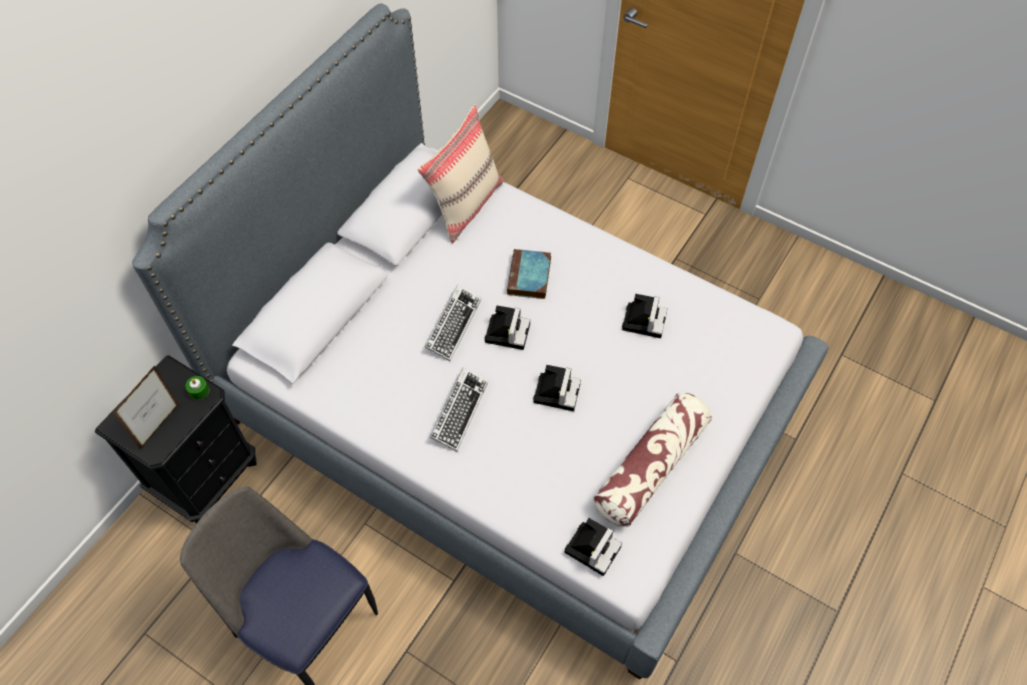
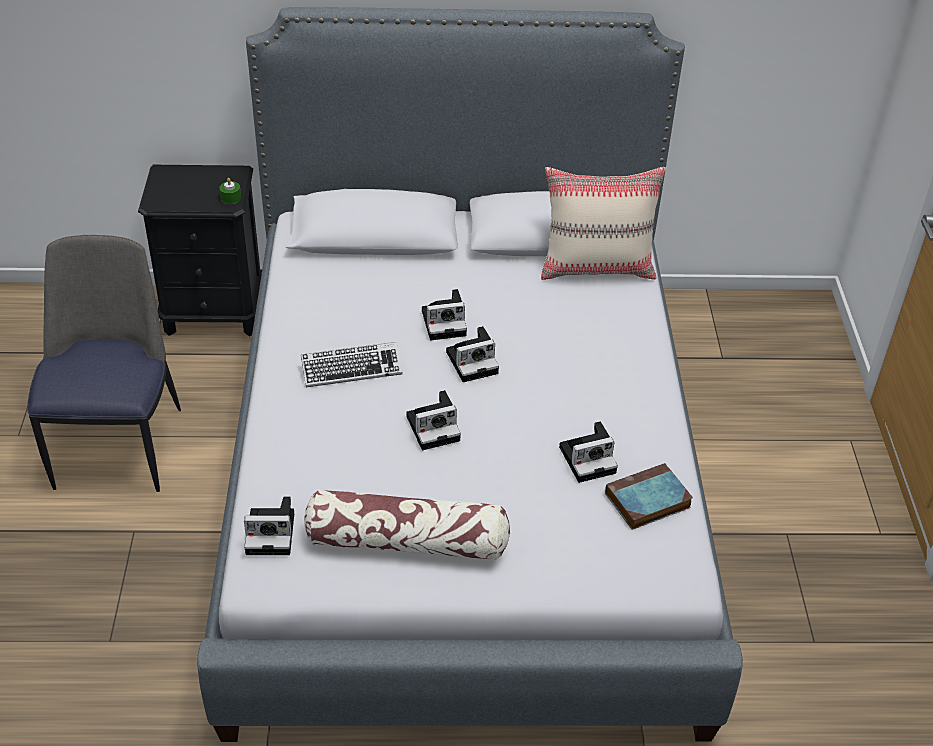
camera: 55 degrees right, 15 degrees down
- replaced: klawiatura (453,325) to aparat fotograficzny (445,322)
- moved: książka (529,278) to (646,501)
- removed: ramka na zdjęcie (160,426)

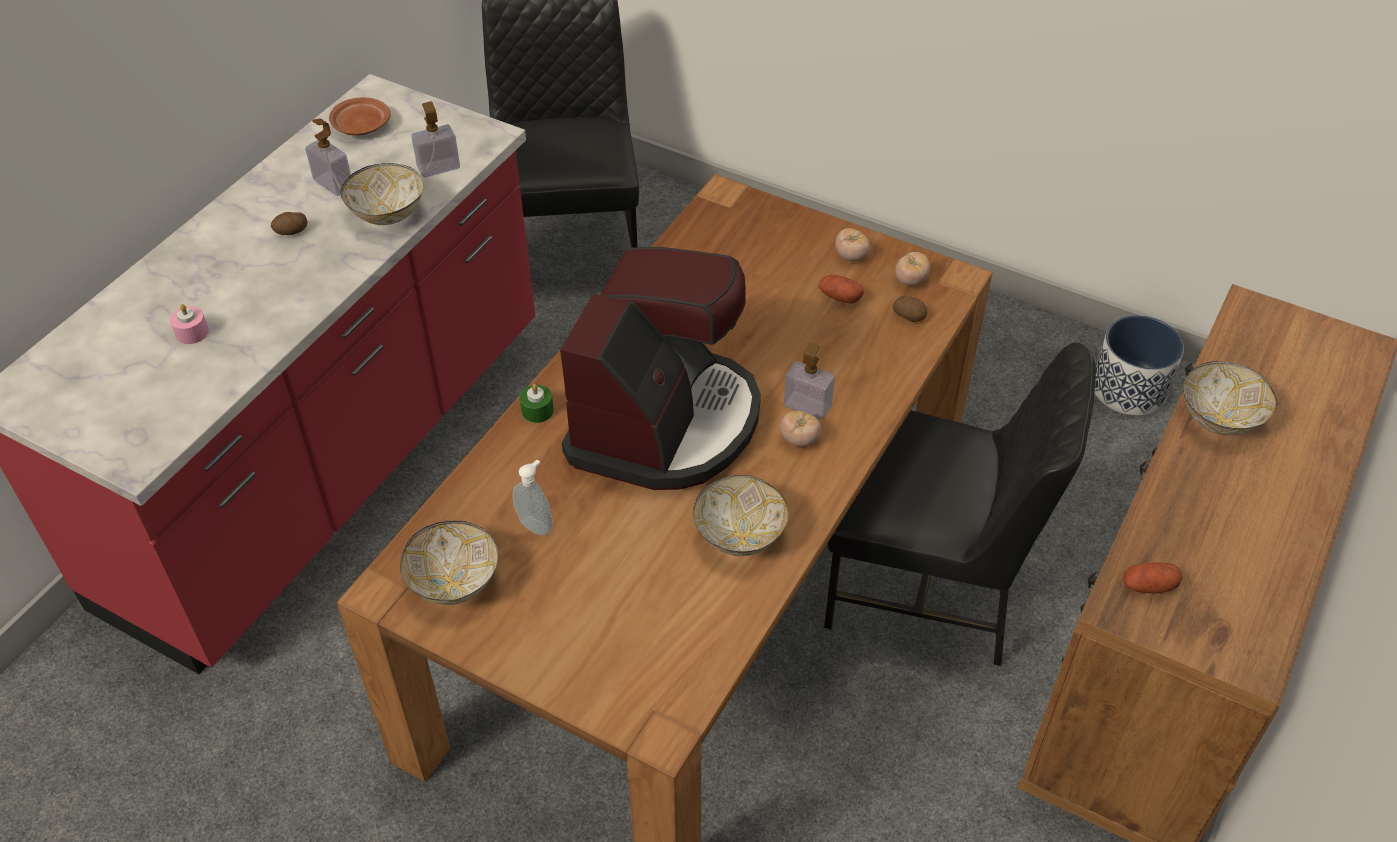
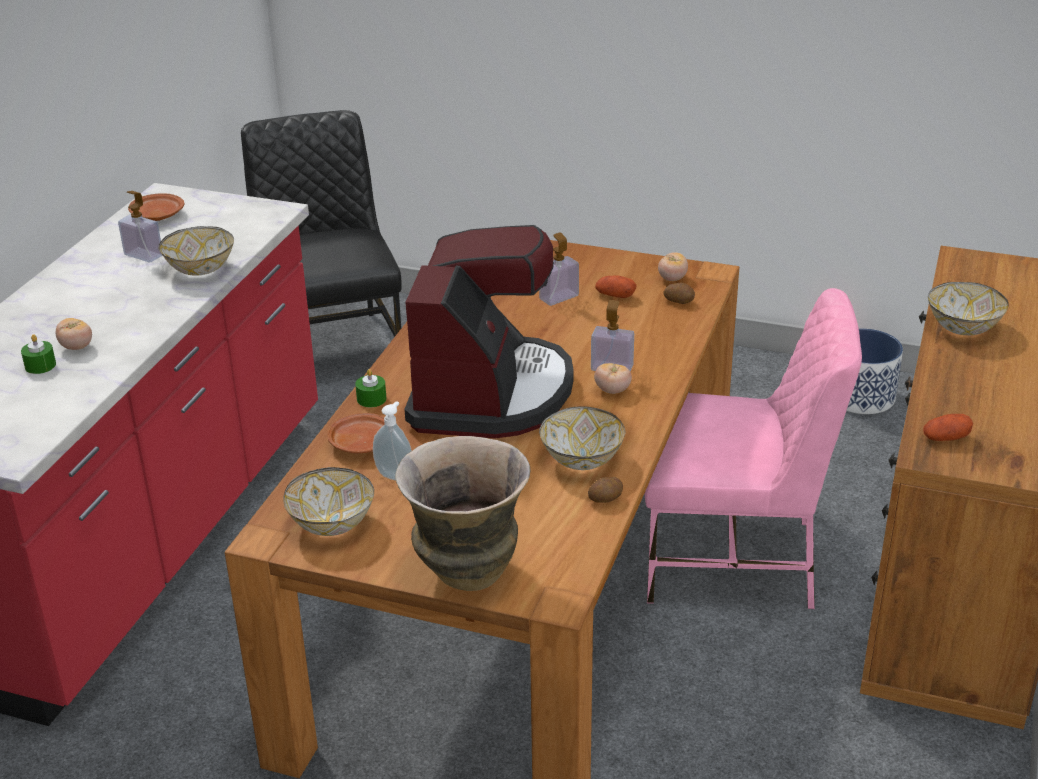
camera: 10 degrees left, 15 degrees down
- recoloured: świeca [różowy] (192,332) to świeca [zielony] (40,365)
- moved: pomidor (851,256) to (76,347)
- added: talerz [brązowy] (361,443)
- added: wazon (466,571)
- moved: dozownik mydła (438,167) to (559,297)
- moved: ziemniak (291,232) to (606,499)
- recoloured: krzesło [czarny] (931,586) to krzesło [różowy] (734,559)

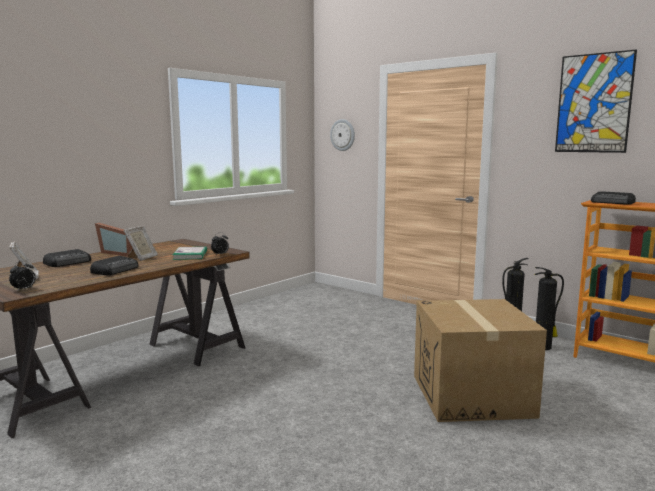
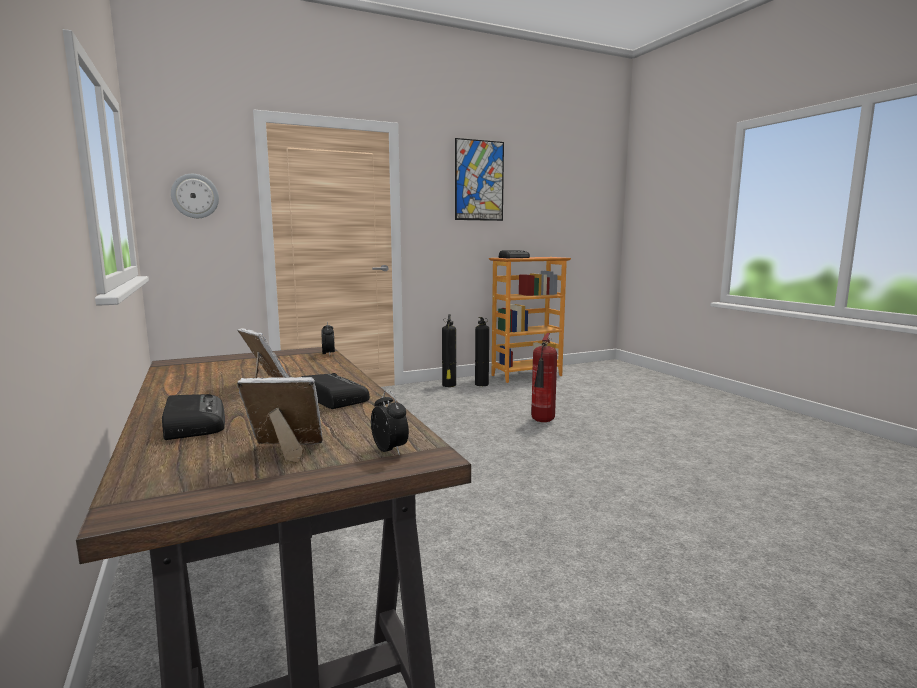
camera: 65 degrees left, 0 degrees up
- replaced: karton (472,396) to gaśnica (542,422)
- removed: ramka na zdjęcie (119,253)
- removed: książka (190,255)

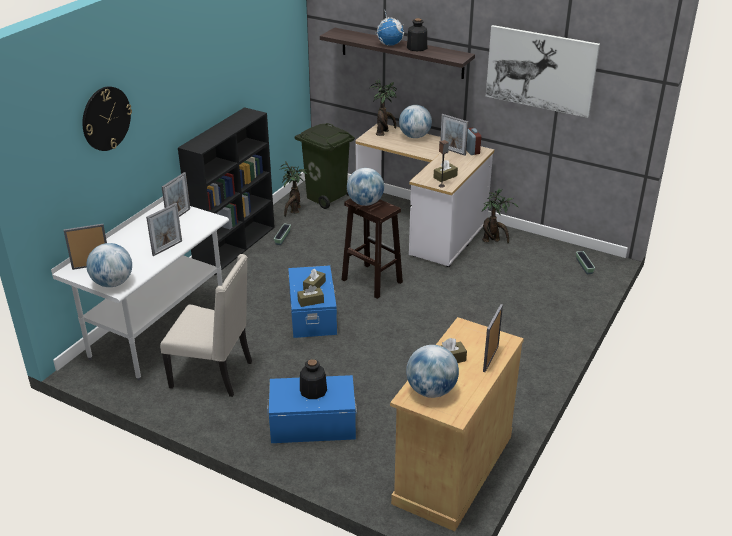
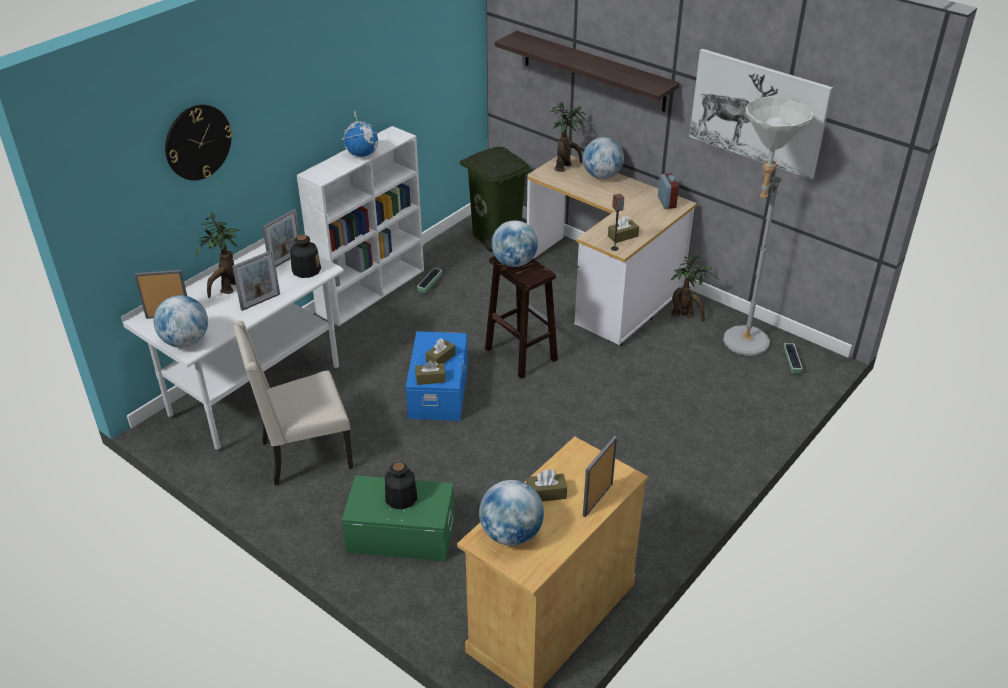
camera: 10 degrees right, 5 degrees up
- moved: roślina doniczkowa (294,211) to (227,289)
- turned: krzesło [beżowy] (214,374) = (304,455) 135 degrees clockwise
- moved: butelka (416,48) to (306,270)
- recoloured: regał [czarny] (235,246) to regał [biały] (372,290)
- moved: globus (390,44) to (362,154)
- recoloured: pojemnik do przechowywania [niebieski] (312,422) to pojemnik do przechowywania [zielony] (401,532)
- added: lampa stojąca [szary] (739,346)
- removed: ramka na zdjęcie (452,151)

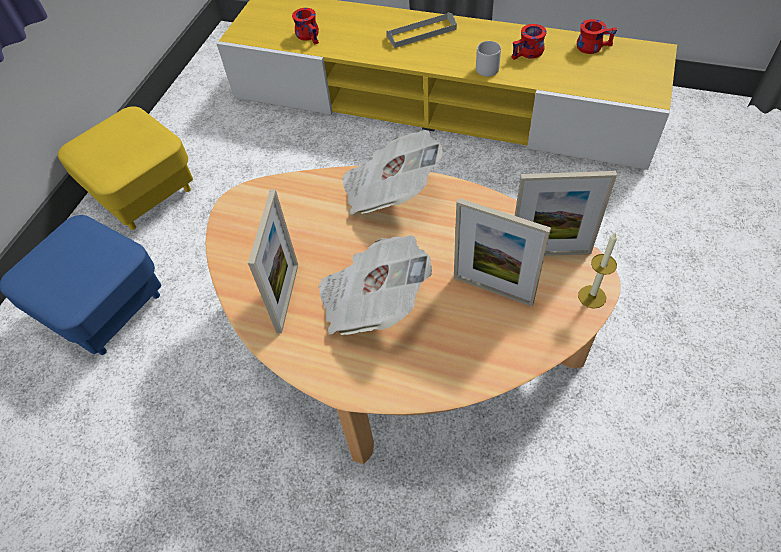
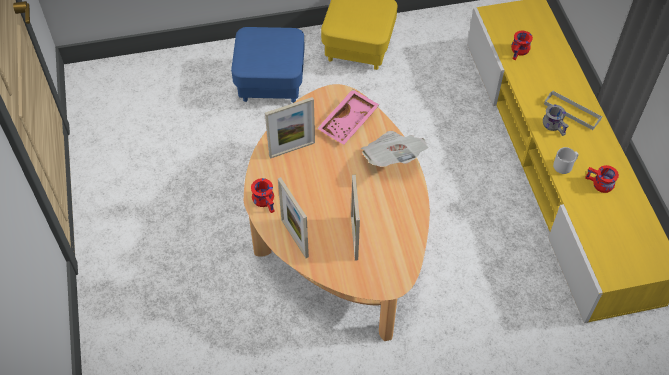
camera: 55 degrees right, 0 degrees up
- moved: kubek [czerwony] (592,45) to (266,200)
- moved: ramka na zdjęcie (549,253) to (294,238)
- added: taca [różowy] (349,122)
- added: kubek [szary] (555,125)
- removed: gazeta (372,301)
- removed: świeca (592,296)

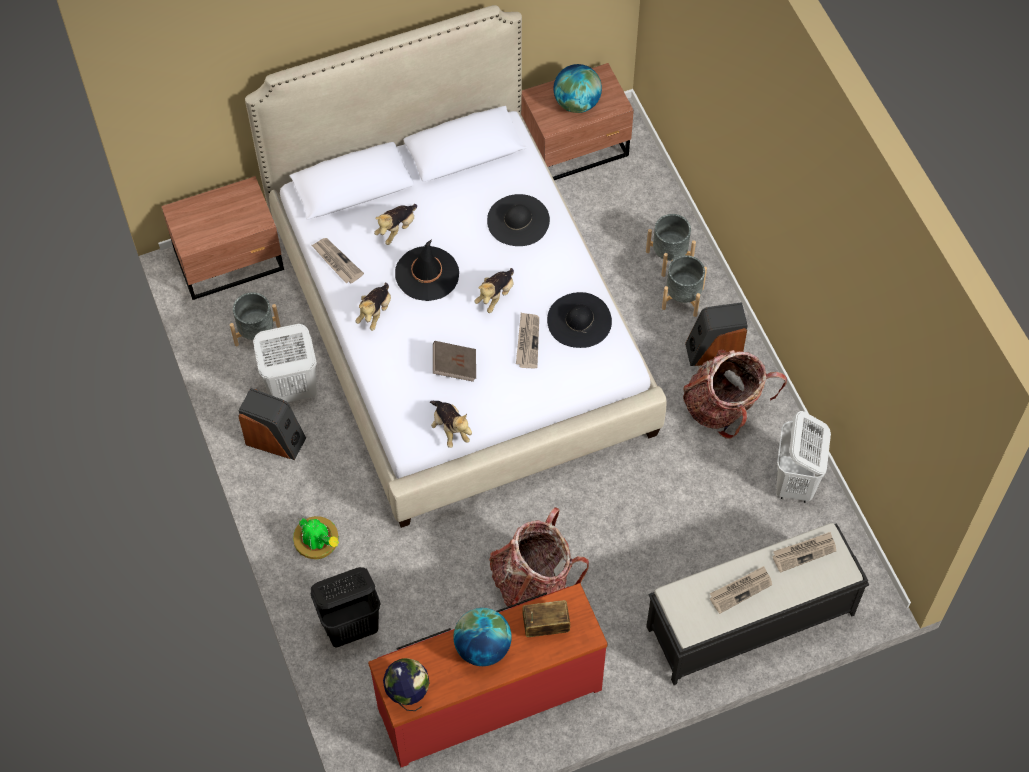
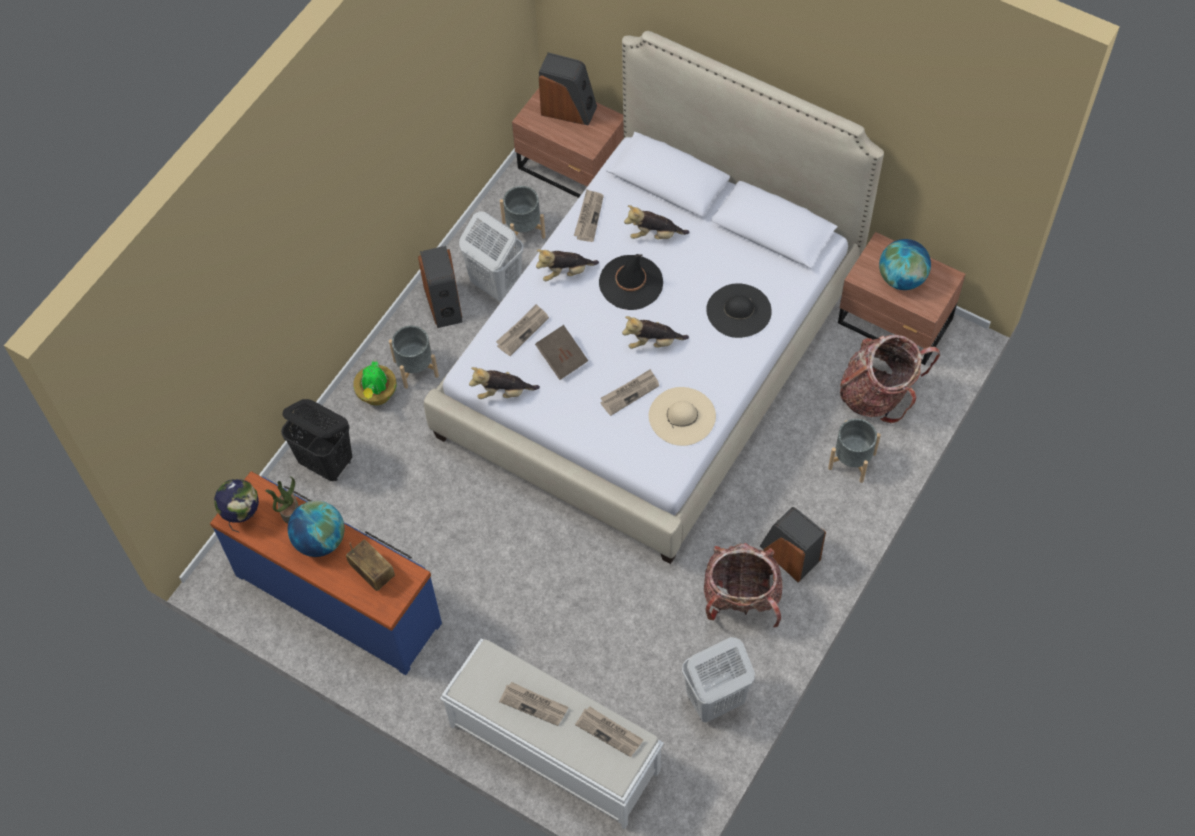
camera: 55 degrees right, 0 degrees up
- recoloured: komoda [czerwony] (489,696) to komoda [niebieski] (339,597)
- added: roślina doniczkowa (289,510)
- moved: donica [szary] (682,298) to (416,368)
- recoloured: ławka [czarny] (748,621) to ławka [biały] (553,747)
- turned: pluszak (450,429) = (503,393) 60 degrees clockwise
- added: gazeta (522,330)
- added: głośnik (568,109)
- recoloured: kapelusz [czarny] (579,320) to kapelusz [beżowy] (682,416)
- moved: plecak (532,583) to (878,394)

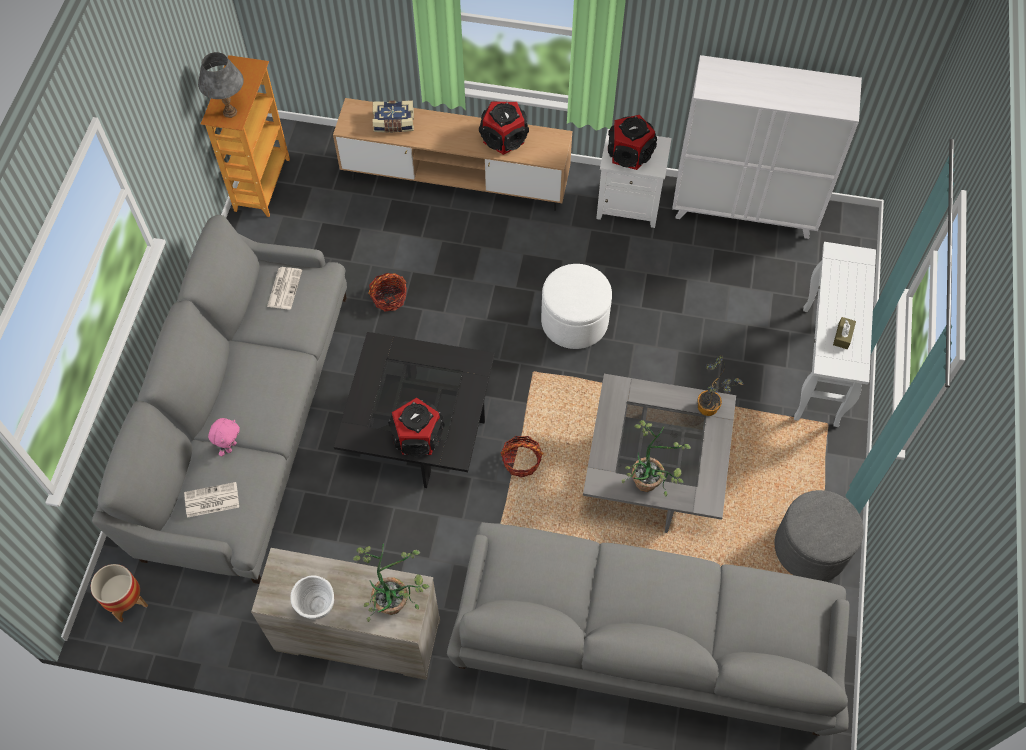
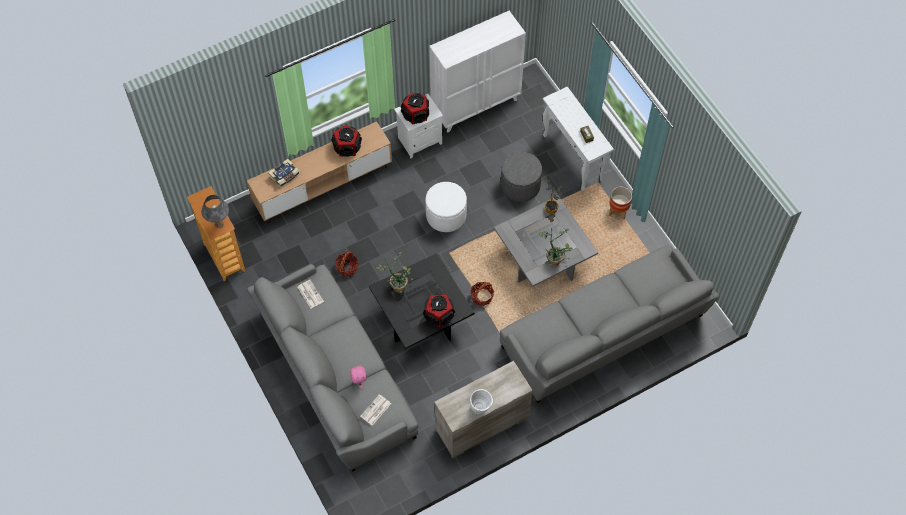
camera: 40 degrees left, 0 degrees up
- moved: roślina doniczkowa (395,597) to (398,284)
- moved: pufa [szary] (811,547) to (520,185)
- moved: donica (127,602) to (618,211)

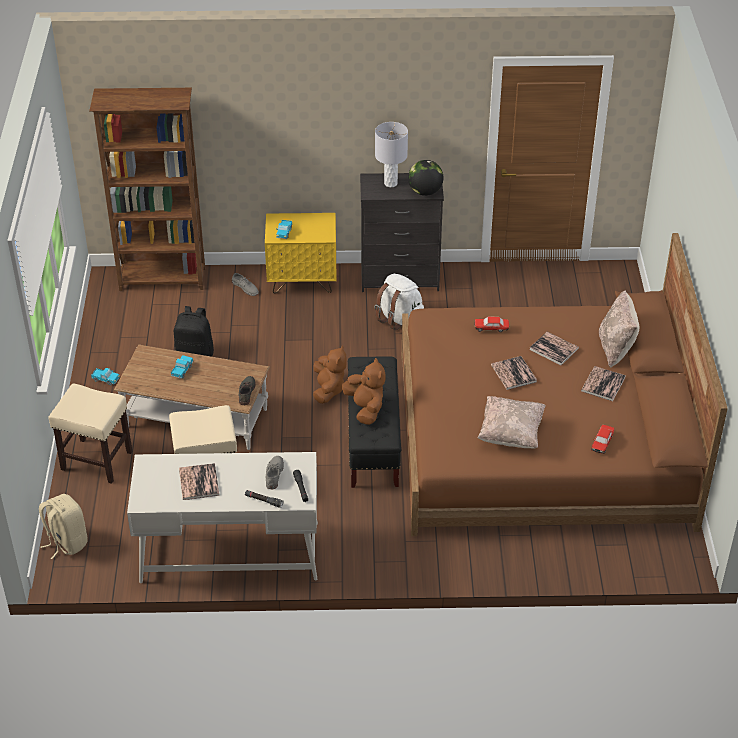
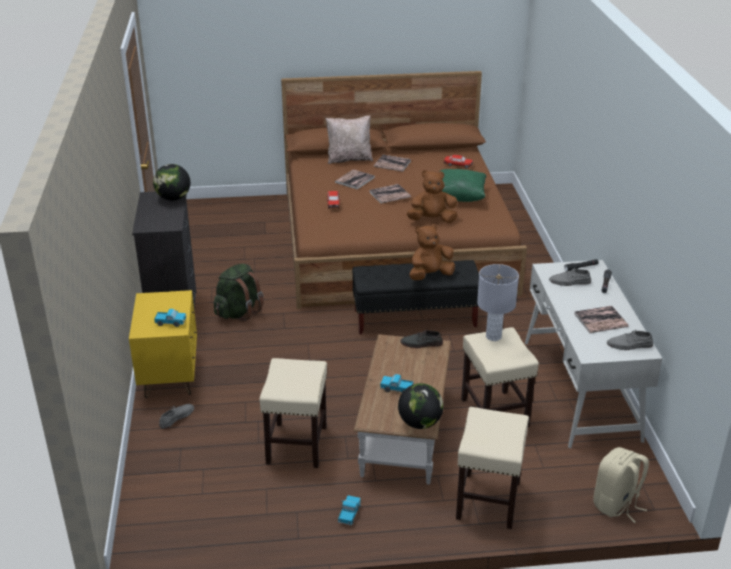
camera: 95 degrees left, 10 degrees down
- recoloured: plecak [biały] (399,319) to plecak [zielony] (239,312)
- replaced: plecak [czarny] (195,353) to stołek [beżowy] (297,444)
- added: globus (420,423)
- moved: pluszak [brązowy] (328,389) to (432,220)
- recoloured: poduszka [beżowy] (510,434) to poduszka [zielony] (460,197)
- moved: lampa stołowa [szary] (390,183) to (493,336)
- added: but [szary] (629,345)
- removed: regał [brązowy] (163,280)

